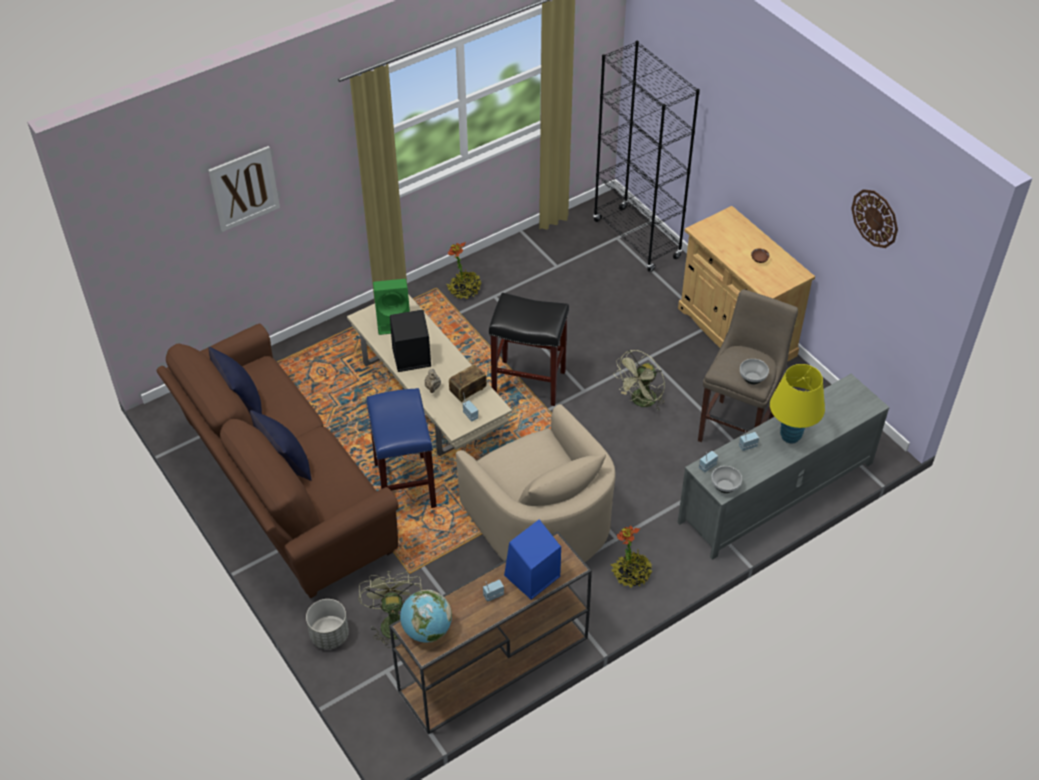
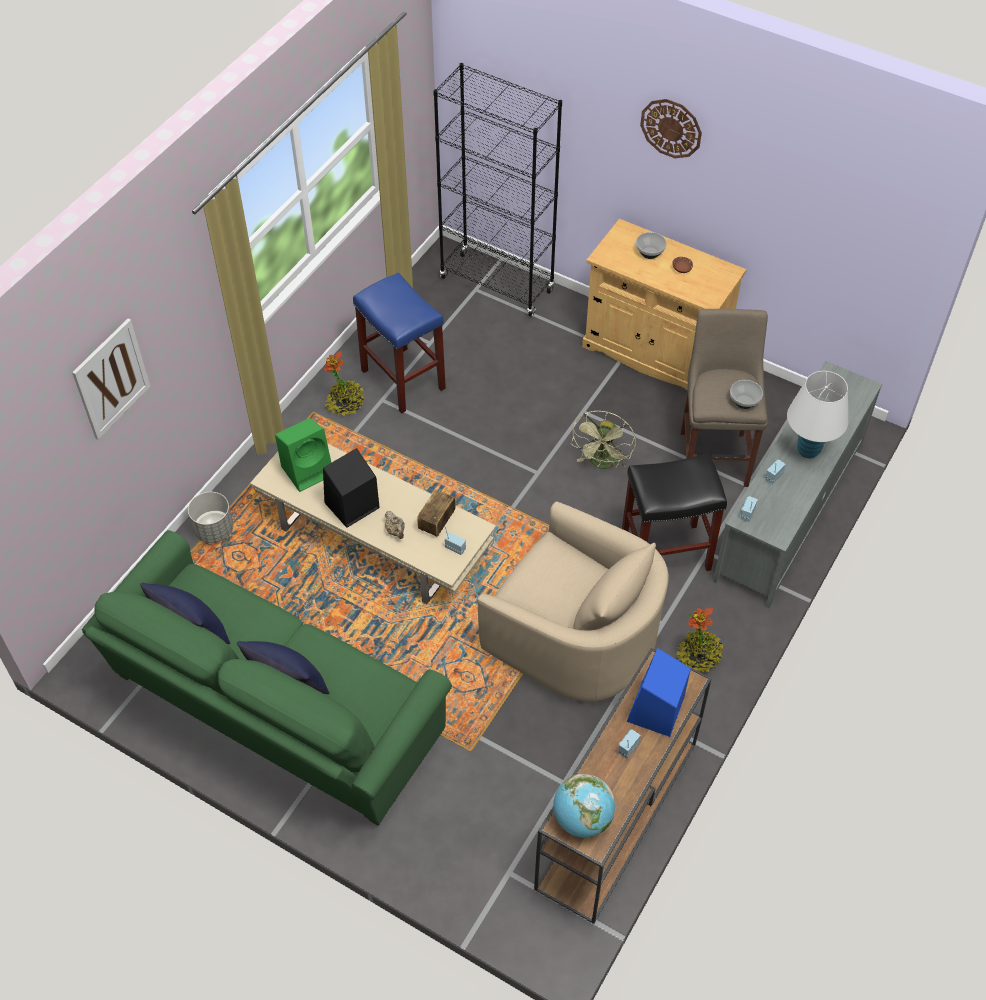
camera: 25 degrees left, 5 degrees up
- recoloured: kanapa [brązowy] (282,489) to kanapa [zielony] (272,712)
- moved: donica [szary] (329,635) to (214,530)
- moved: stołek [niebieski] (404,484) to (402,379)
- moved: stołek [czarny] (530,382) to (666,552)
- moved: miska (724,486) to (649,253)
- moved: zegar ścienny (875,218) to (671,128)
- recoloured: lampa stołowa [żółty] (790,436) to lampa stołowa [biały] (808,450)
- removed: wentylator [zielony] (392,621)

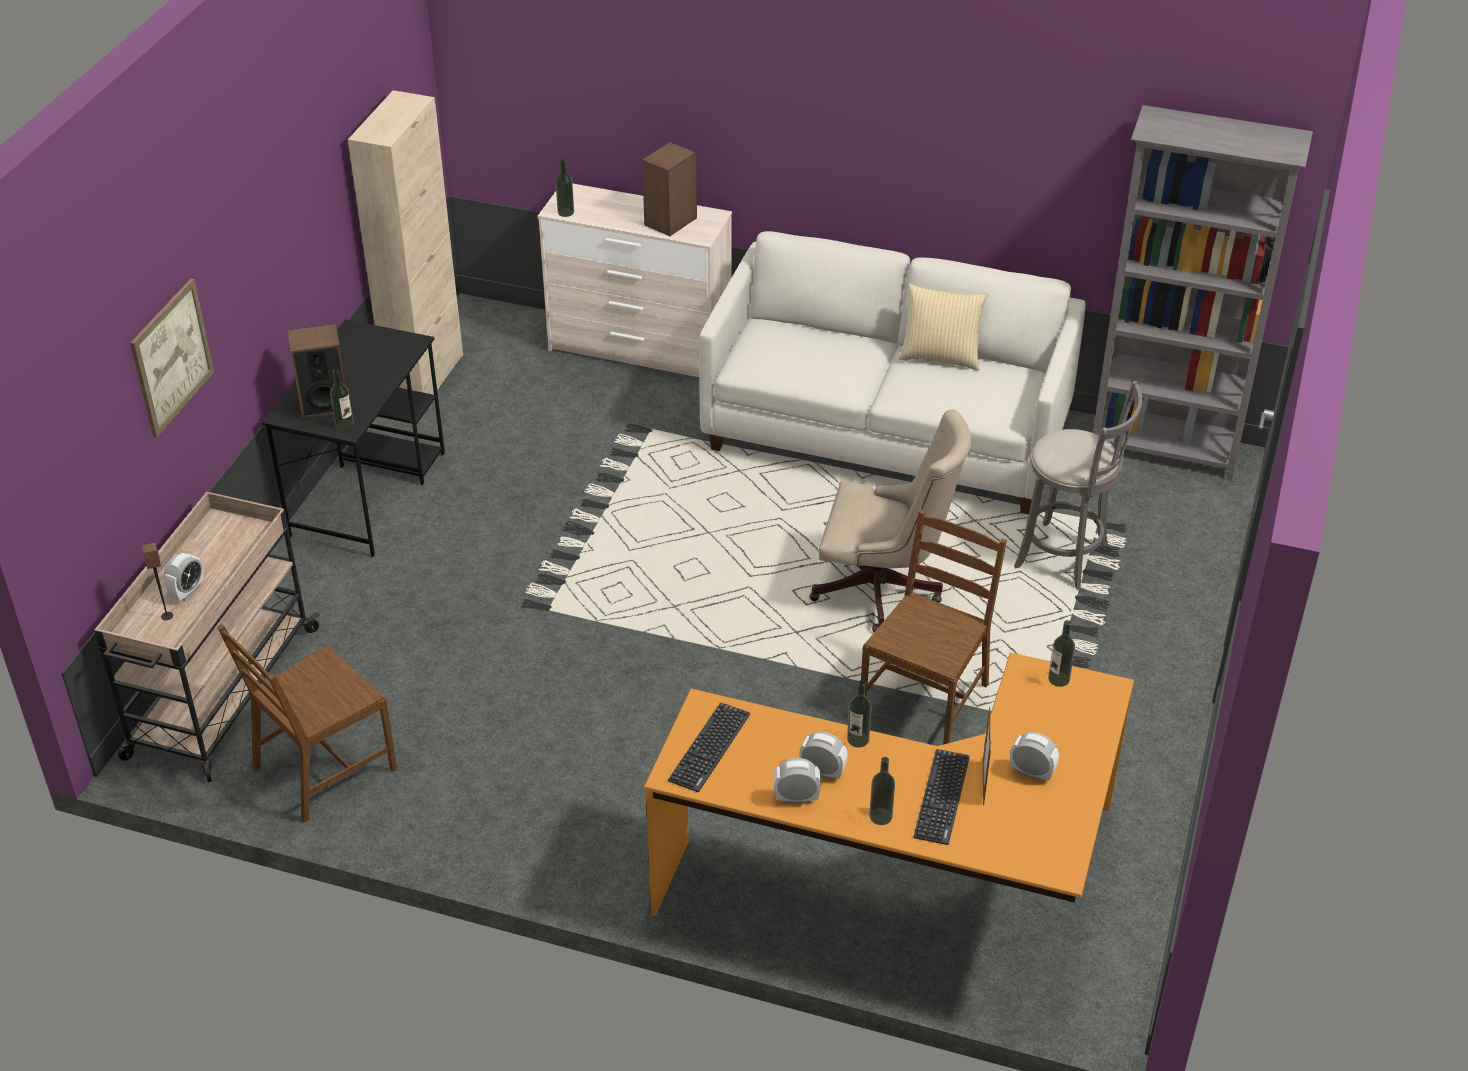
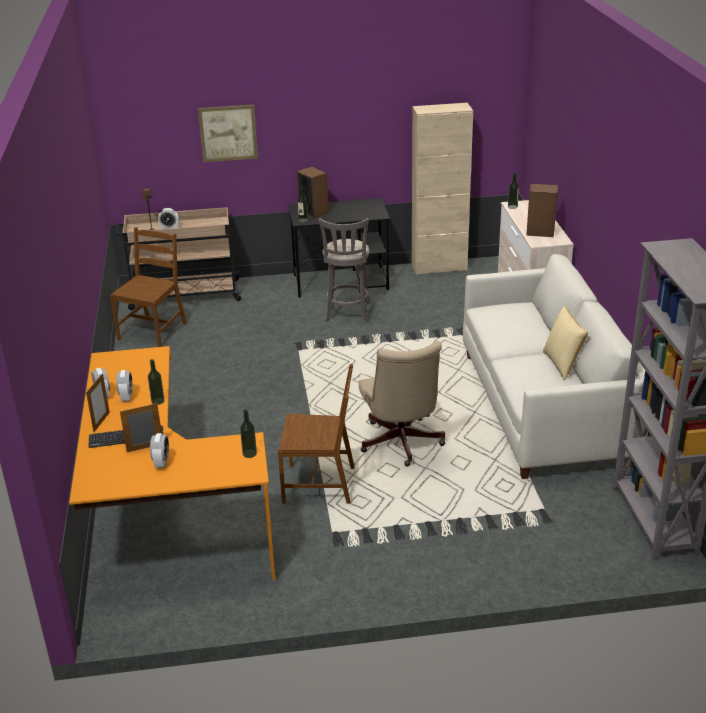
camera: 65 degrees right, 10 degrees down
- replaced: butelka (880,816) to ramka na zdjęcie (101,422)
- turned: krzesło [brązowy] (323,769) = (153,331) 90 degrees clockwise
- moved: stołek [szary] (1066,558) to (347,313)
- removed: klawiatura (709,747)

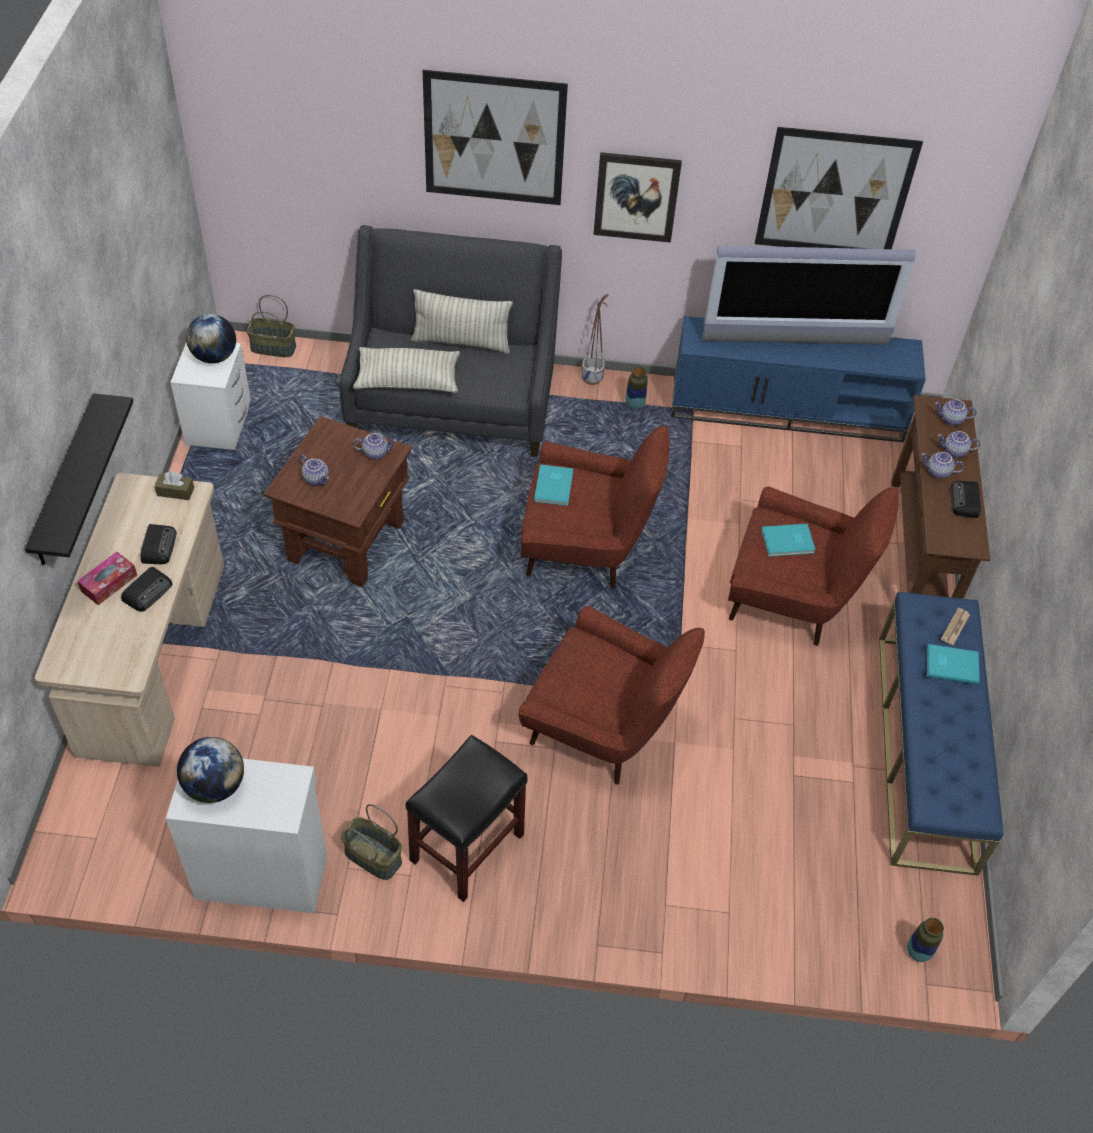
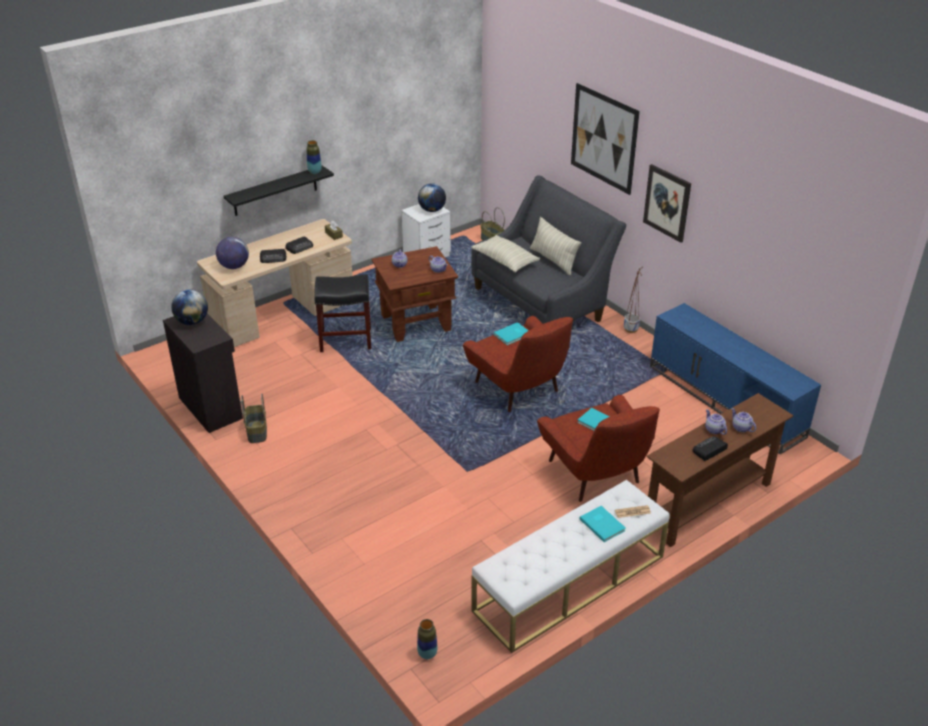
camera: 50 degrees right, 15 degrees down
- recoloured: szafka [biały] (261,874) to szafka [czarny] (211,407)
- added: globus (234,266)
- moved: wazon (634,405) to (315,172)
- moved: stołek [czarny] (467,848) to (345,340)
- recoloured: ławka [niebieski] (925,750) to ławka [biały] (569,583)
- removed: pudełko chusteczek (109,583)
- removed: fotel [czerwony] (603,730)
- removed: telewizor (795,343)
- removed: obraz (835,193)
- removed: imbryk (951,420)

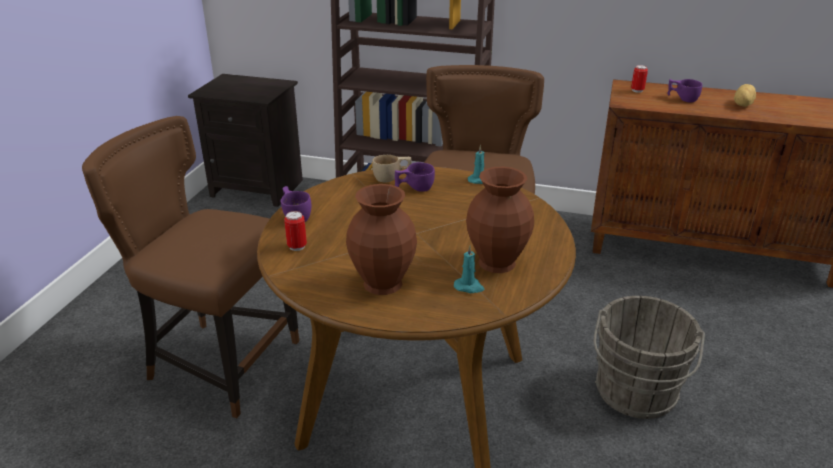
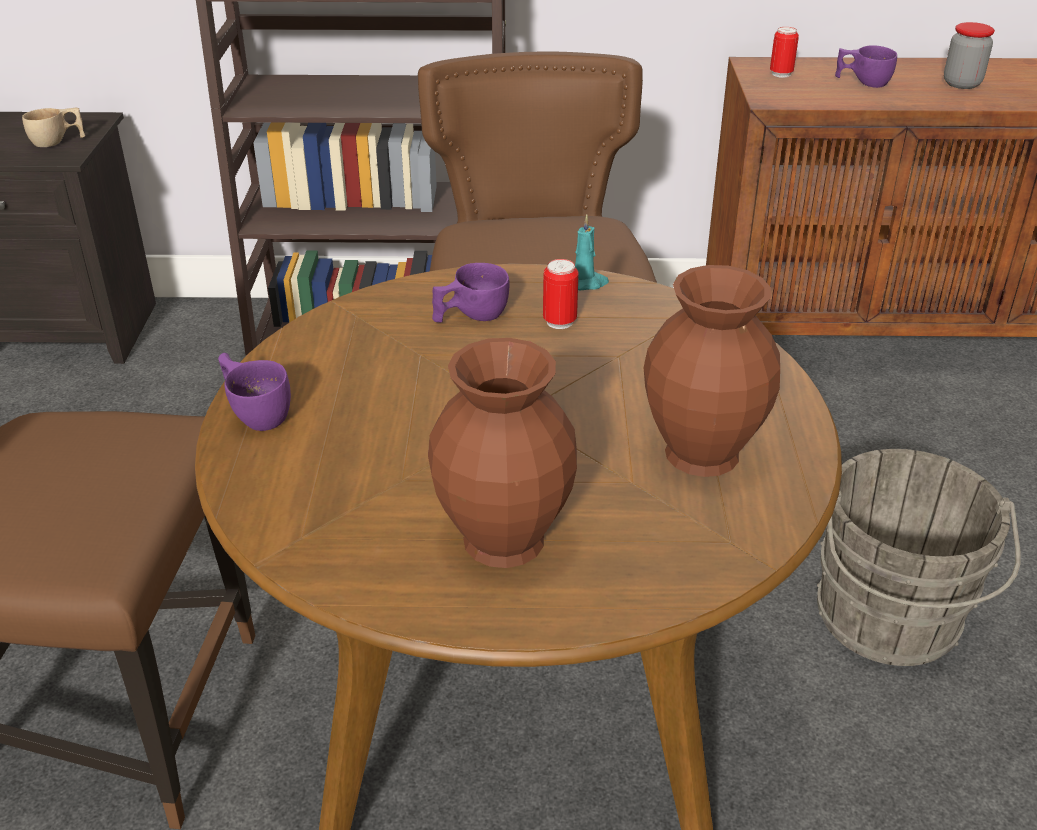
camera: 15 degrees left, 5 degrees up
- moved: filiżanka [beżowy] (392,179) to (57,142)
- moved: puszka (297,246) to (559,322)
- replaced: ziemniak (741,105) to słoik (961,84)
- removed: świeca [turkusowy] (469,287)

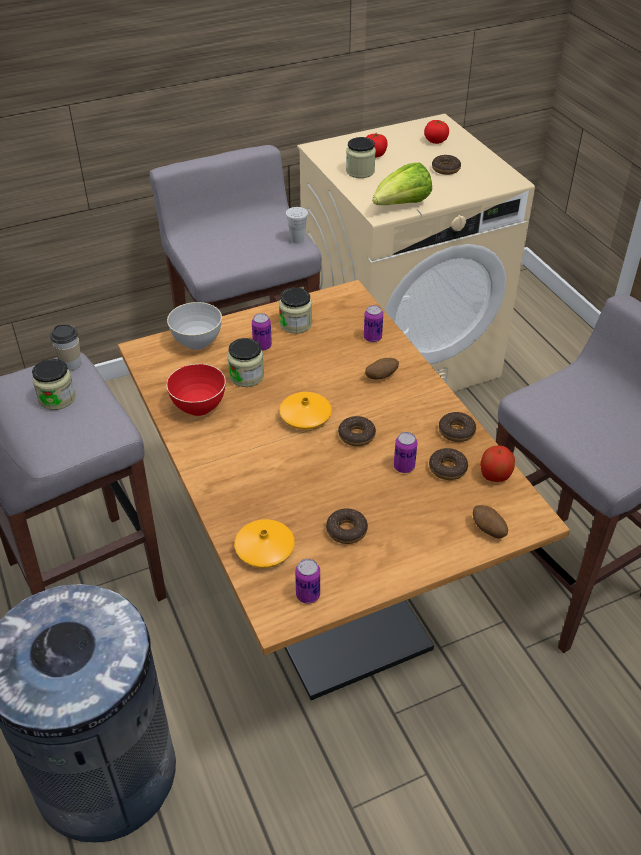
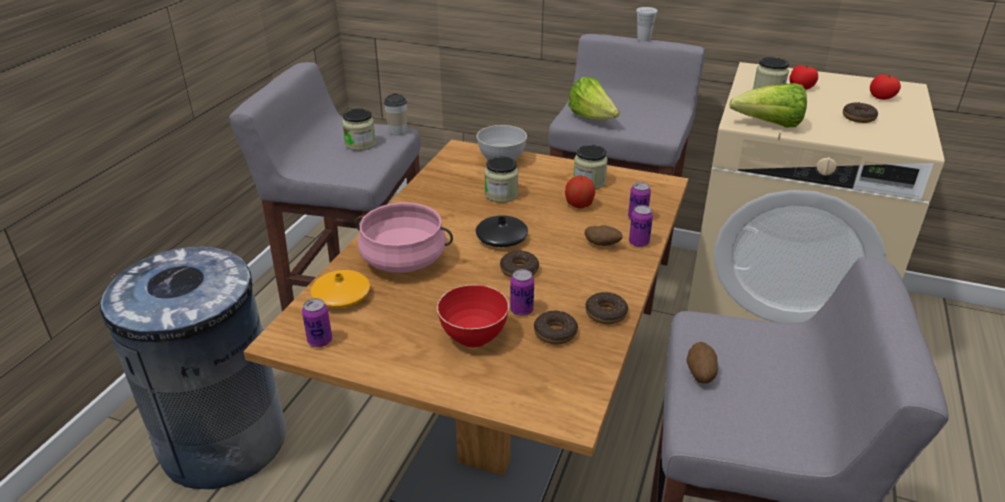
camera: 45 degrees right, 10 degrees down
- added: garnek [różowy] (404,260)
- moved: miska [czerwony] (199,406) to (474,336)
- recoloured: wazon [pomarańczowy] (305,416) to wazon [czarny] (501,238)
- moved: jabłko (494,476) to (579,205)
- added: sałata (592,118)
- moved: puszka (262,346) to (639,242)
- moved: filiżanka [biały] (297,240) to (643,39)
- moved: ziemniak (488,530) to (700,374)
- removed: donut (346,530)

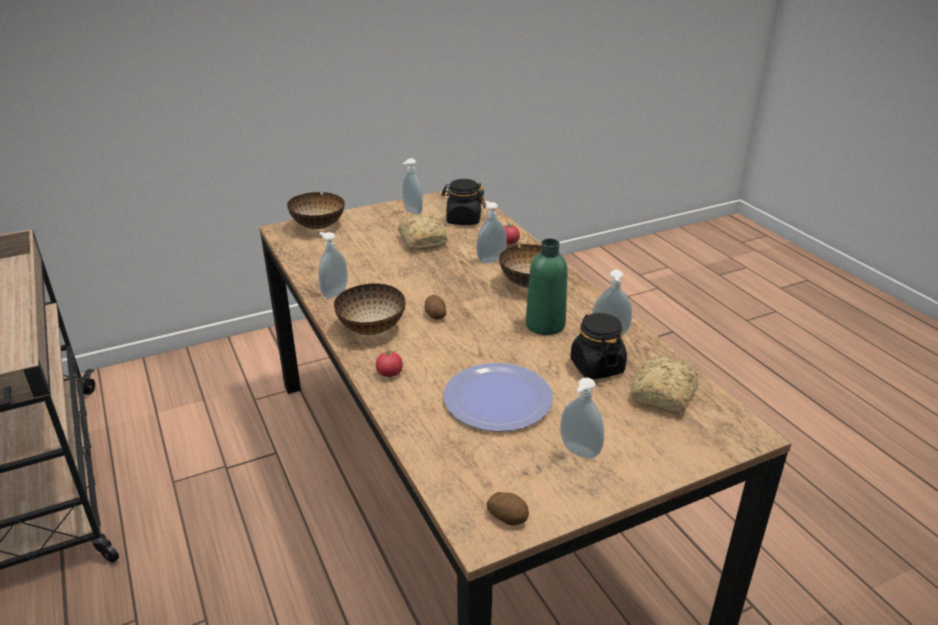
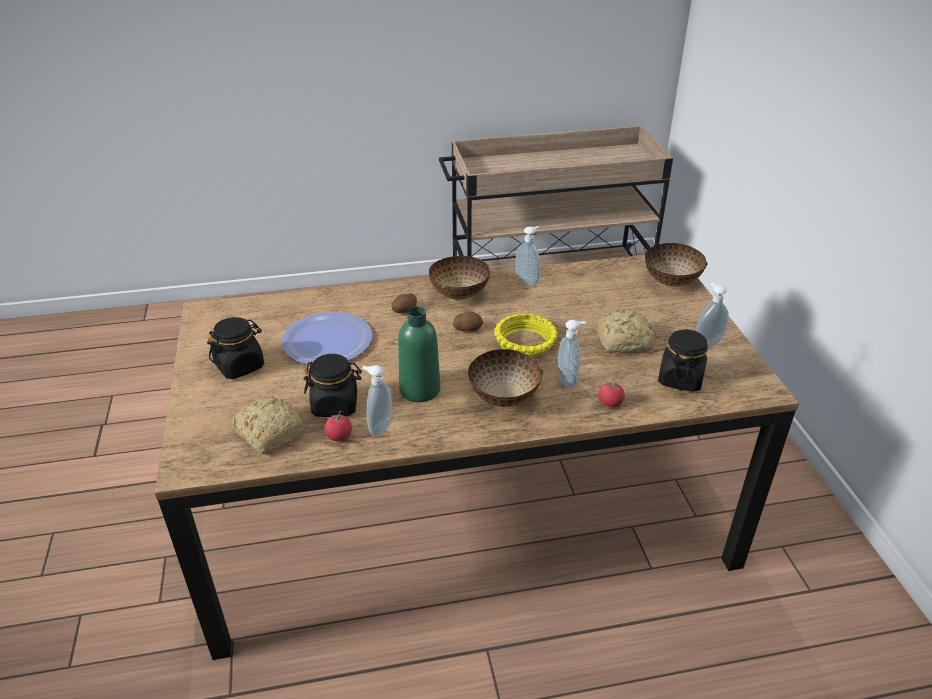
camera: 105 degrees right, 5 degrees up
- replaced: dozownik mydła (578,452) to słoik [czarny] (240,365)
- moved: pomidor (389,373) to (339,436)
- moved: ziemniak (508,516) to (405,310)
- added: miska [żółty] (526,342)

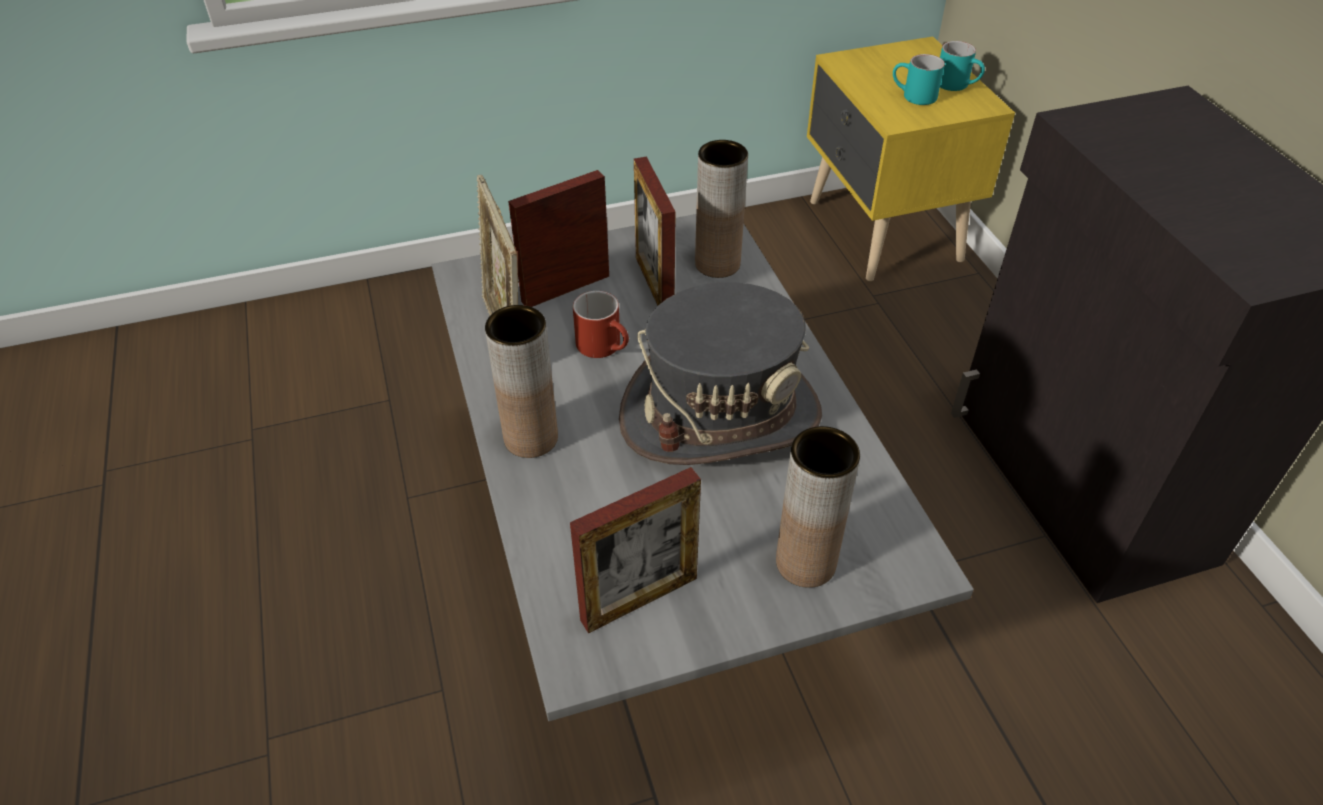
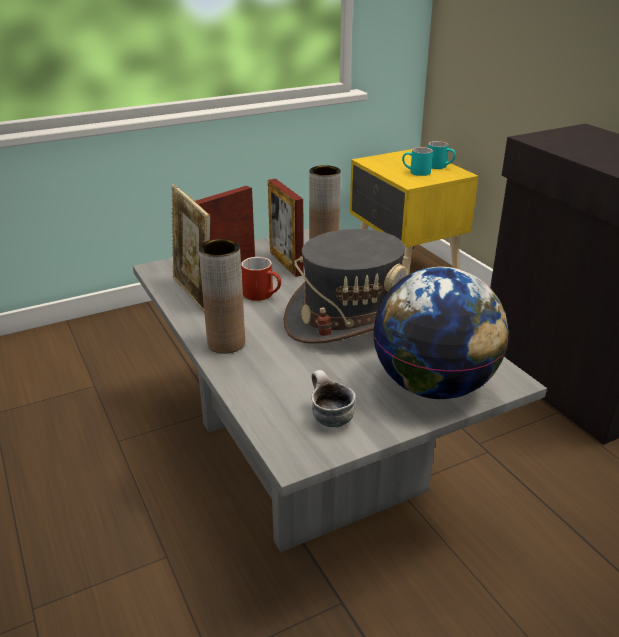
camera: 10 degrees left, 15 degrees down
- replaced: ramka na zdjęcie (639,599) to kubek (328,417)
- replaced: wazon [brązowy] (805,563) to globus (433,386)

